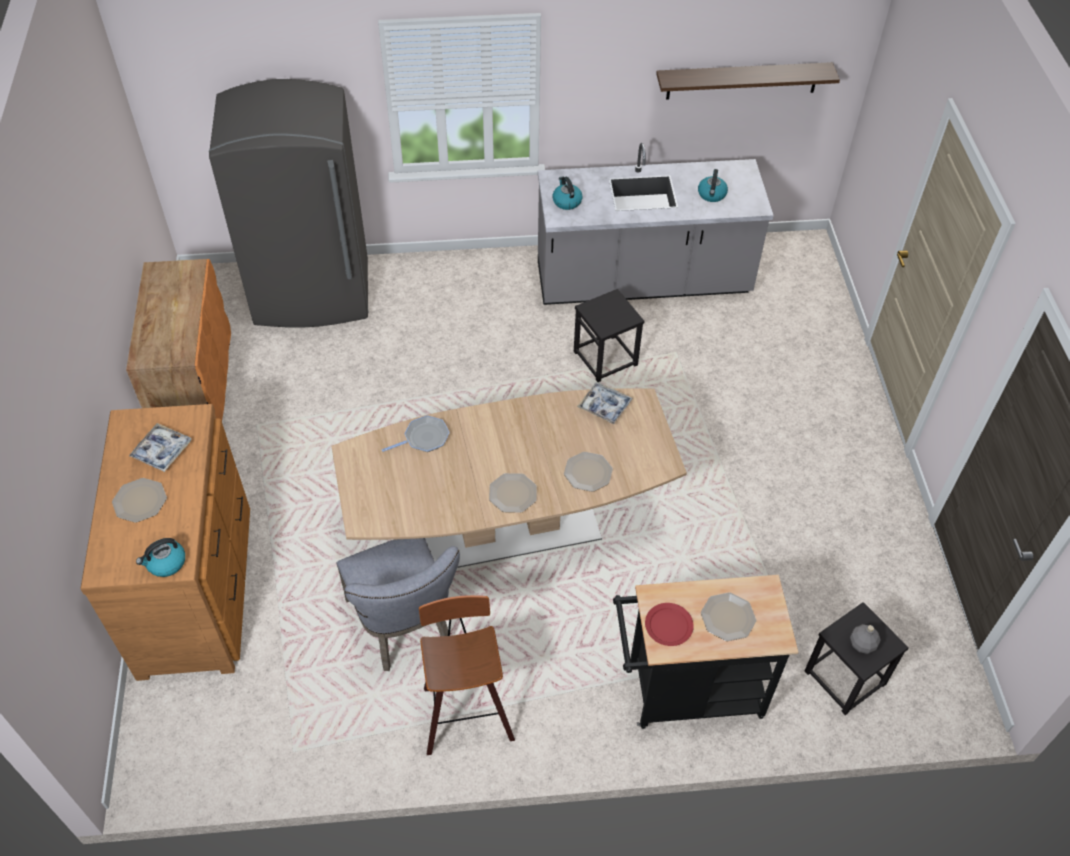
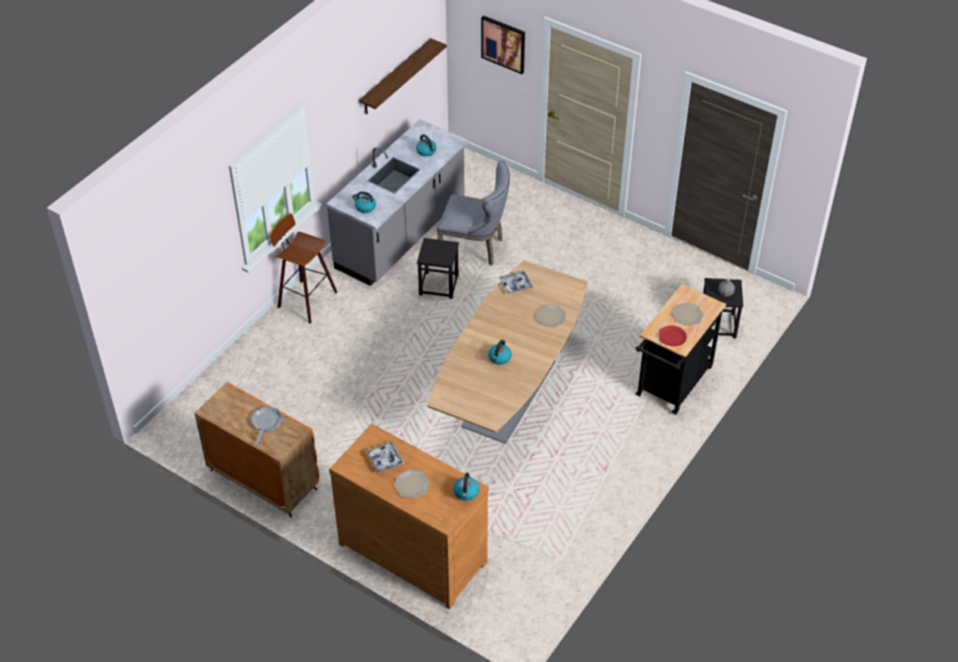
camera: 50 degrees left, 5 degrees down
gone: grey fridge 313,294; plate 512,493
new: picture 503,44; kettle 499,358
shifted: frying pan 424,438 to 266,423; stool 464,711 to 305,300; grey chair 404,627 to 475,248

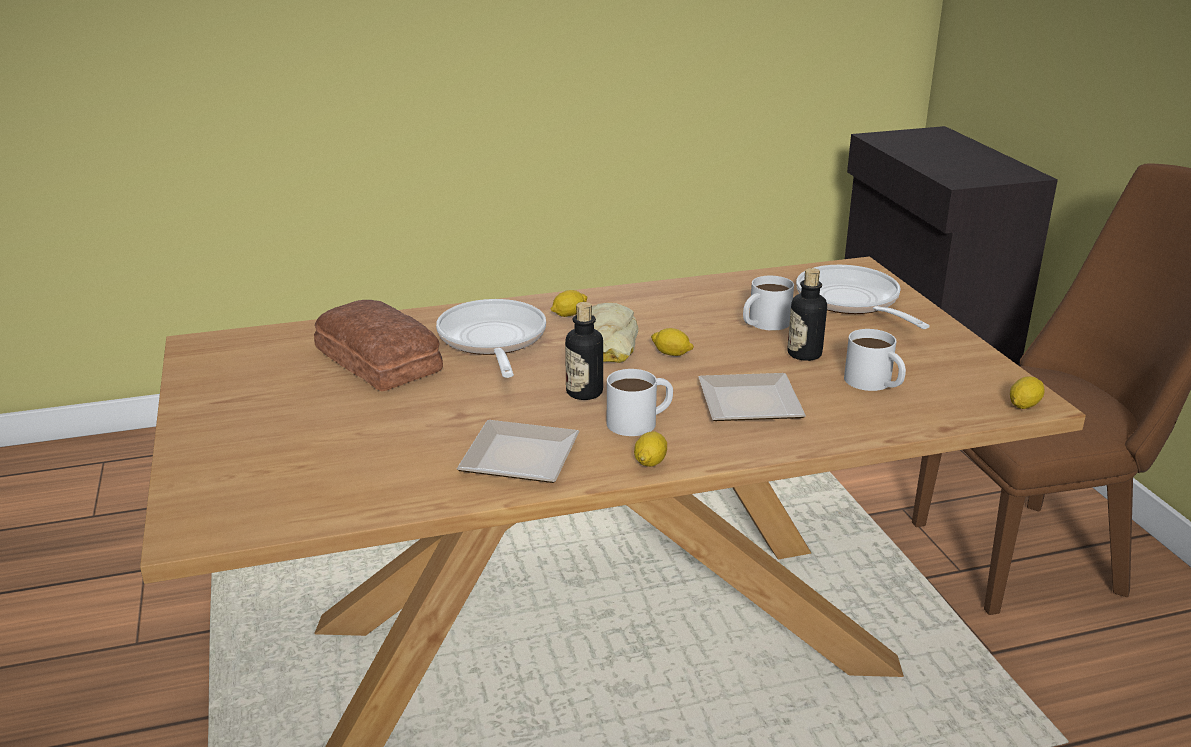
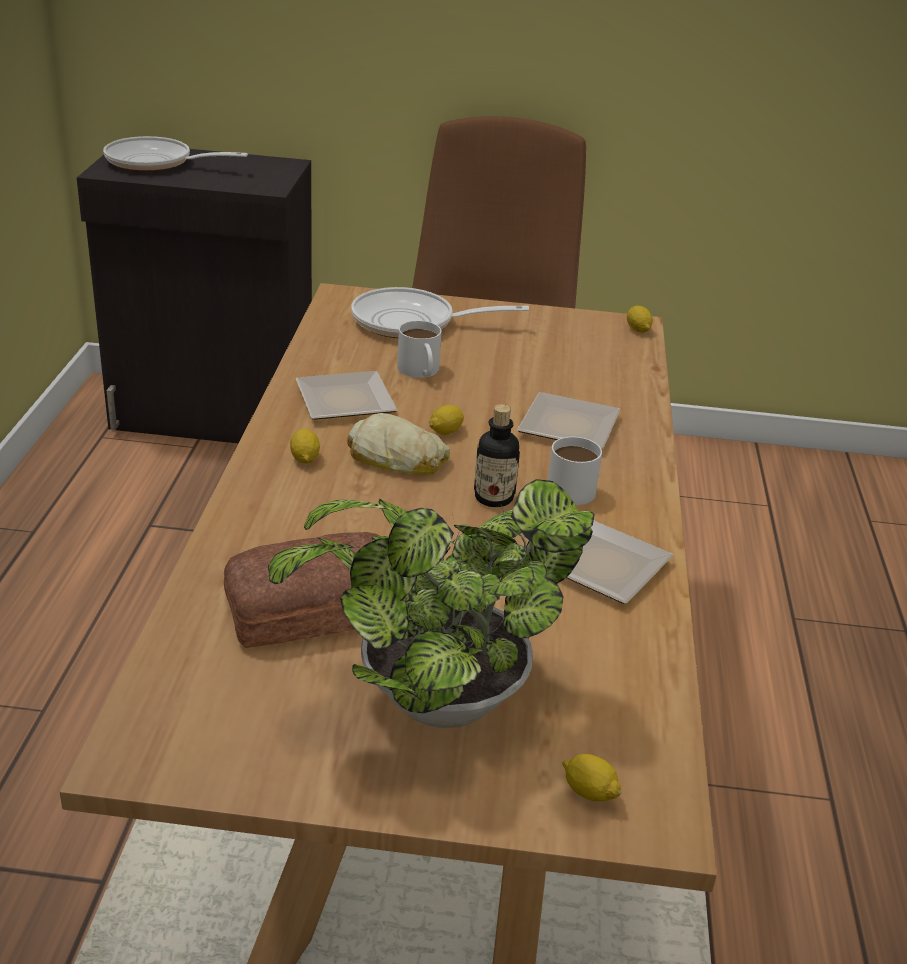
camera: 70 degrees left, 5 degrees up
gone: bottle 804,354; white mug 874,383
new: potted plant 430,702; plate 349,402
shifted: frying pan 492,341 to 156,163; lemon 650,462 to 589,792

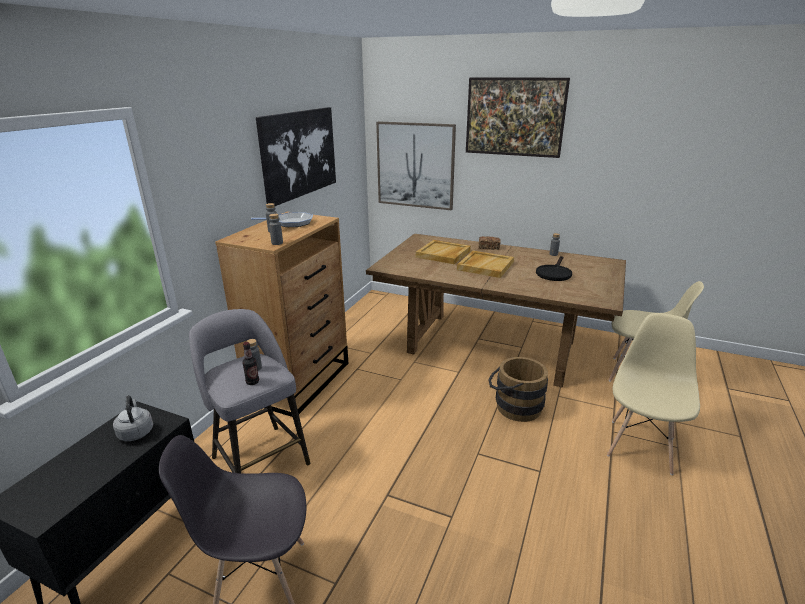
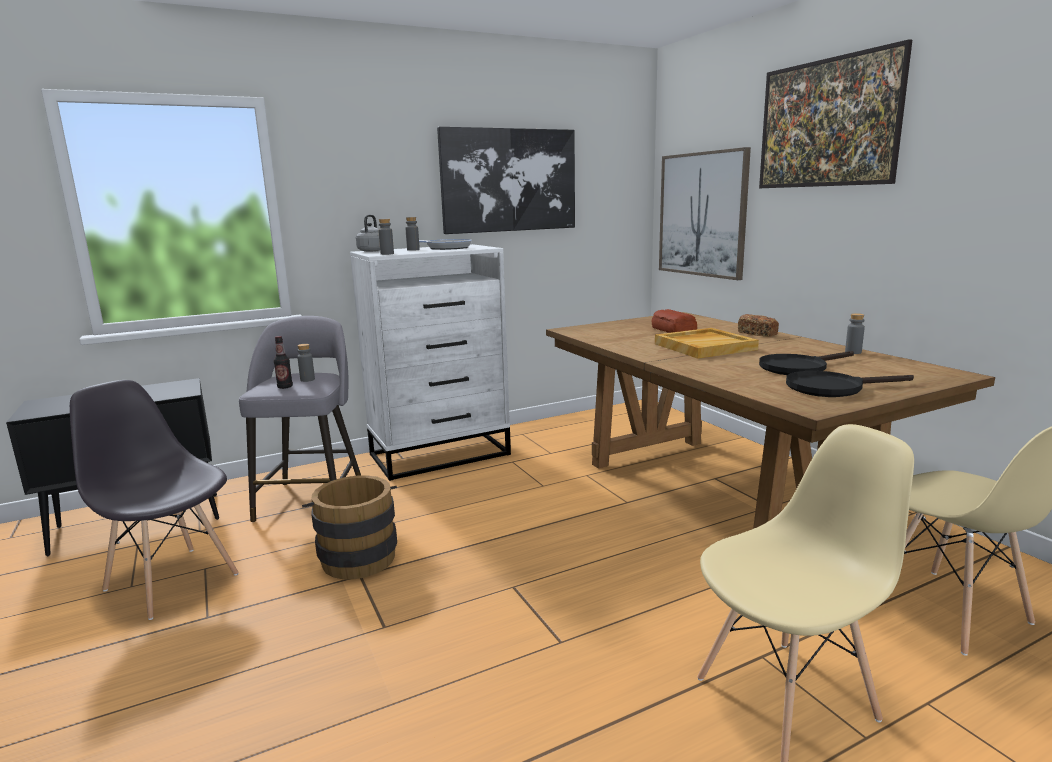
camera: 40 degrees right, 10 degrees down
new: black frying pan 833,388
shifted: brown bucket 514,406 to 357,555; grey kettle 136,432 to 372,251
swapped: beige tray 443,254 to bread 673,330
repainted: brown dresser 300,381 to white dresser 441,454

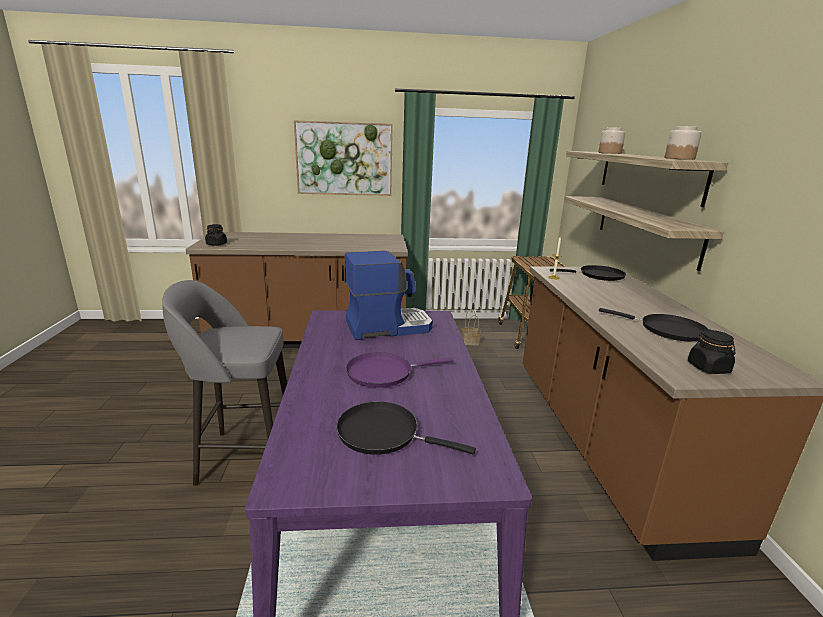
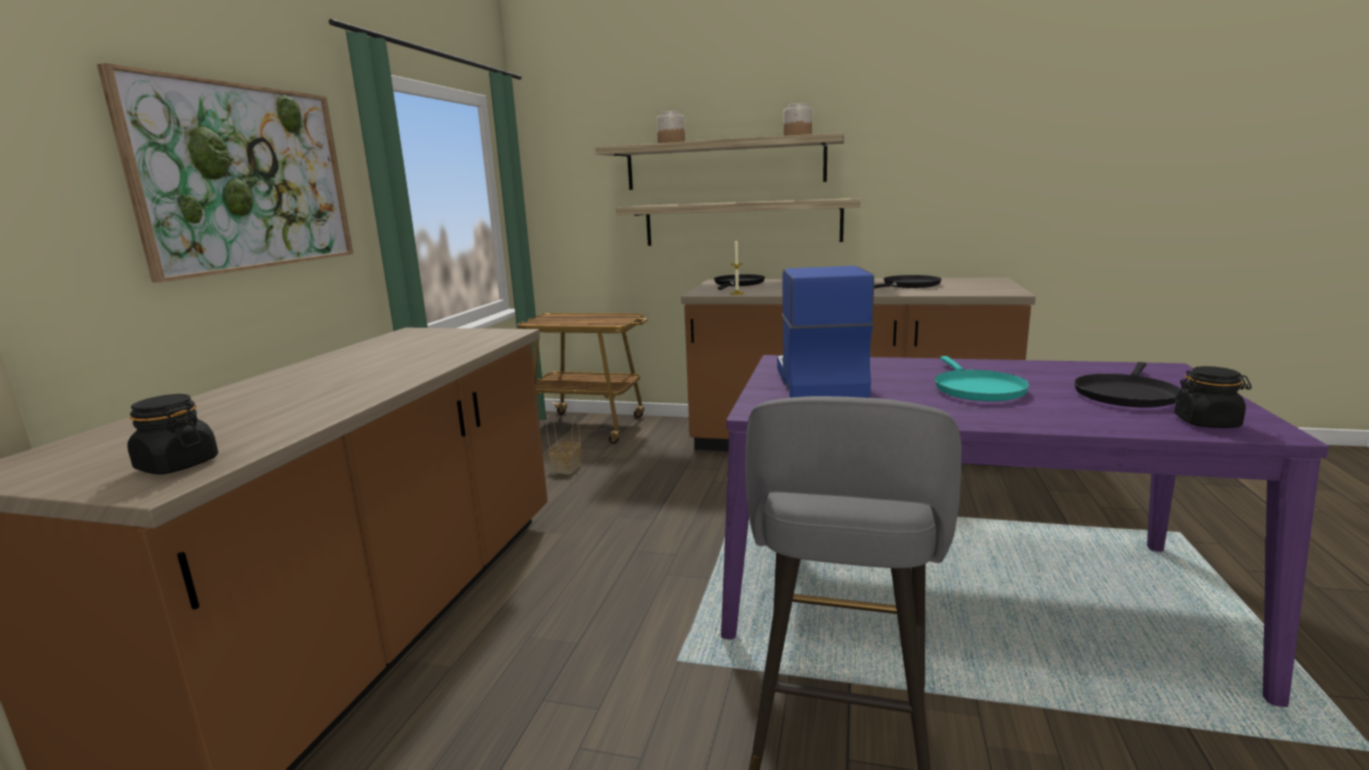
camera: 70 degrees left, 5 degrees down
shifted: black jar 708,368 to 1207,422
repainted: purple frying pan 384,373 to turquoise frying pan 976,389

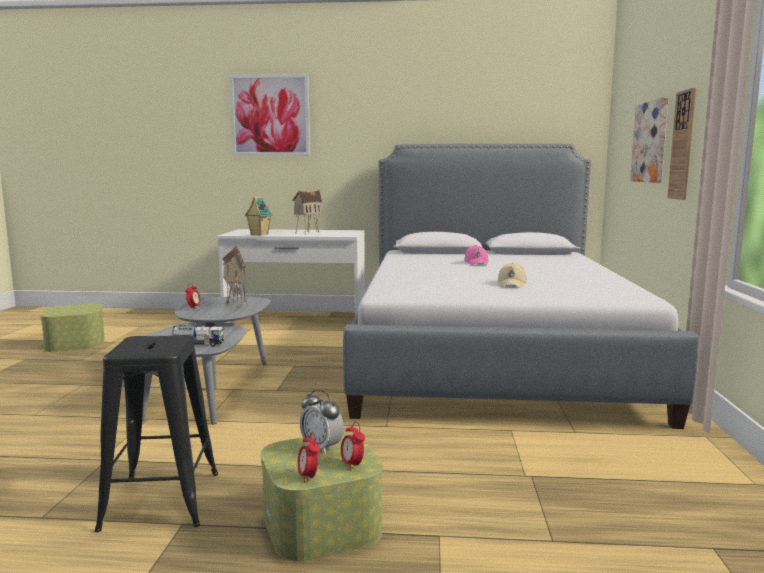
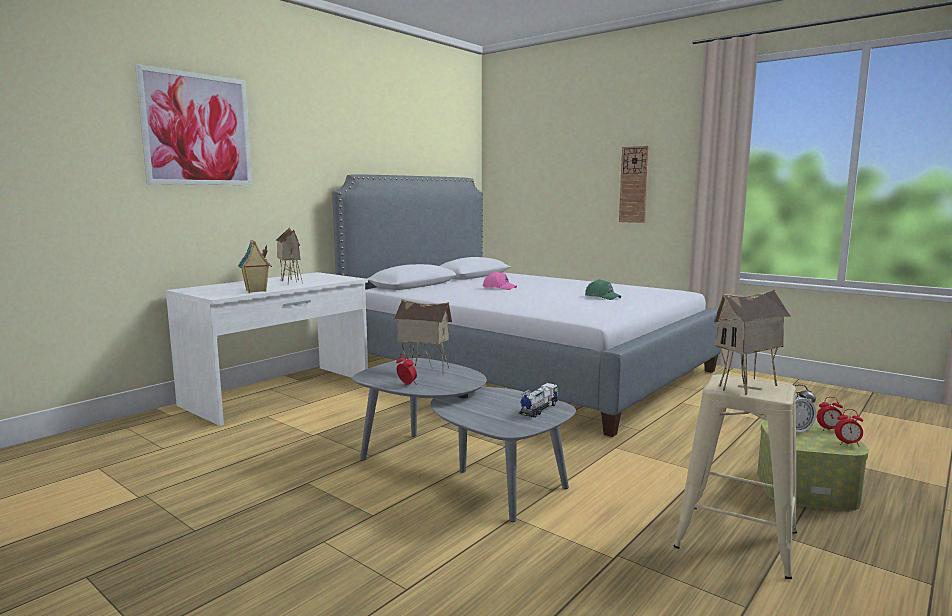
camera: 55 degrees left, 0 degrees up
gone: storage box 75,343; picture 651,142
new: toy house 748,388
repainted: beige cap 512,284 to green cap 602,297; black stool 161,500 to beige stool 736,539

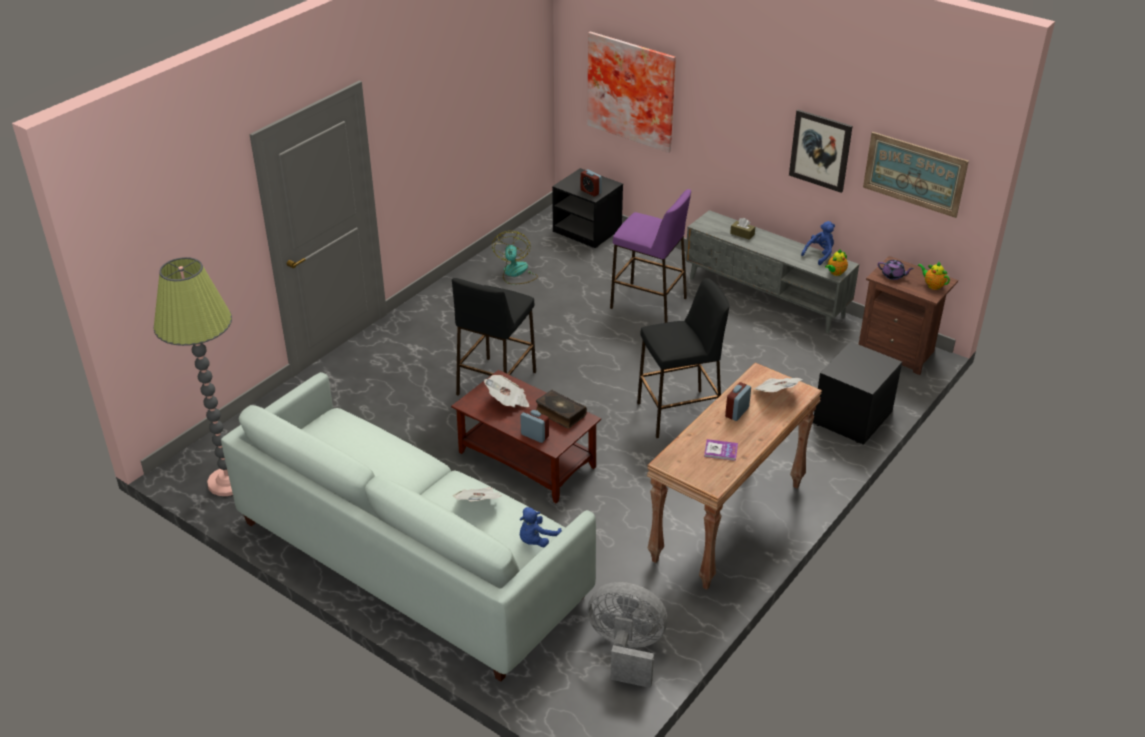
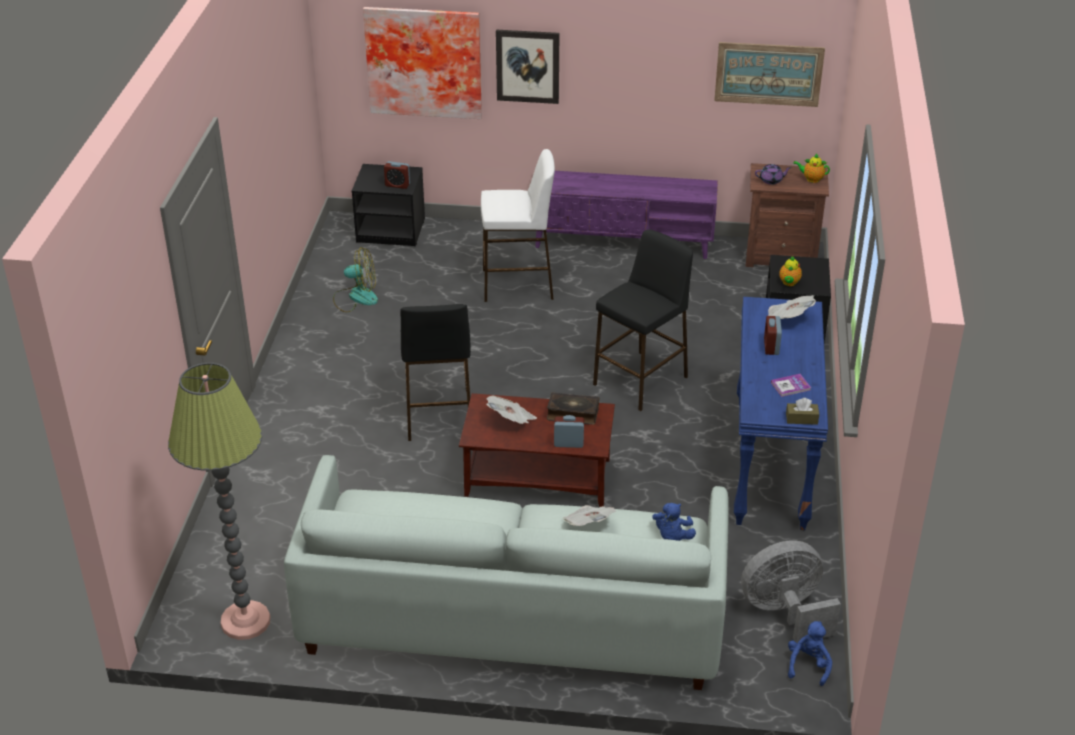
camera: 30 degrees left, 0 degrees up
shifted: picture 820,150 to 527,66; teapot 835,273 to 789,283; brown tissue box 742,234 to 801,419; blue plush toy 819,254 to 808,665
repainted: purple stool 649,303 to white stool 518,284; grey tv stand 766,297 to purple tv stand 623,242; brown console table 728,523 to blue console table 771,464
rotated: fan 515,273 = 356,297 120 degrees clockwise

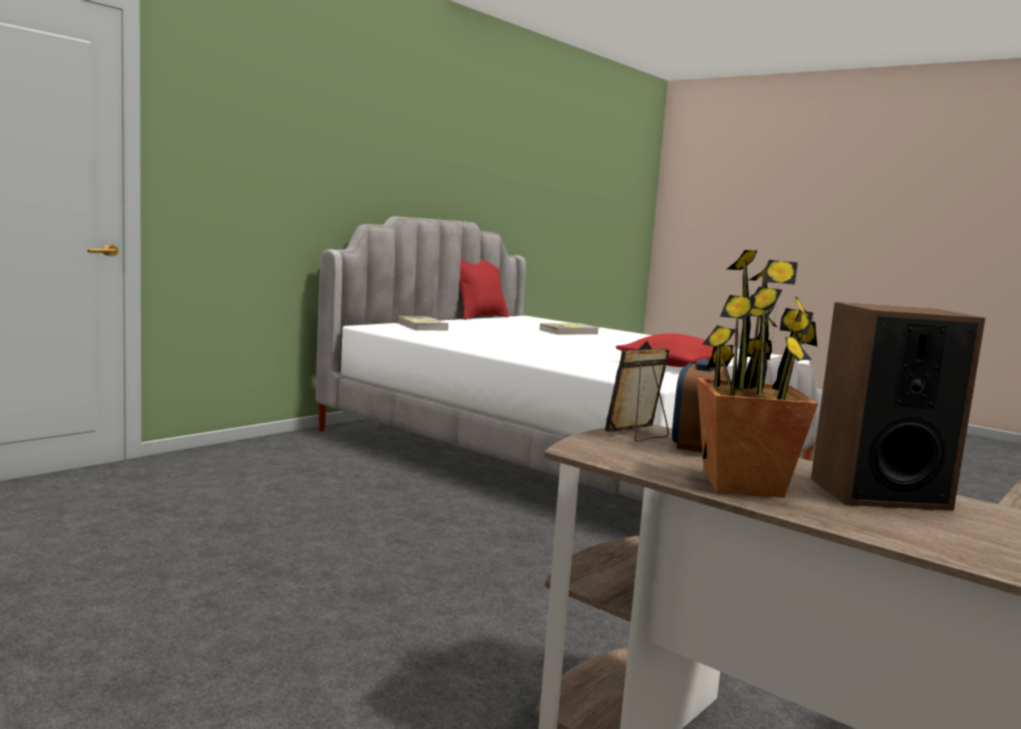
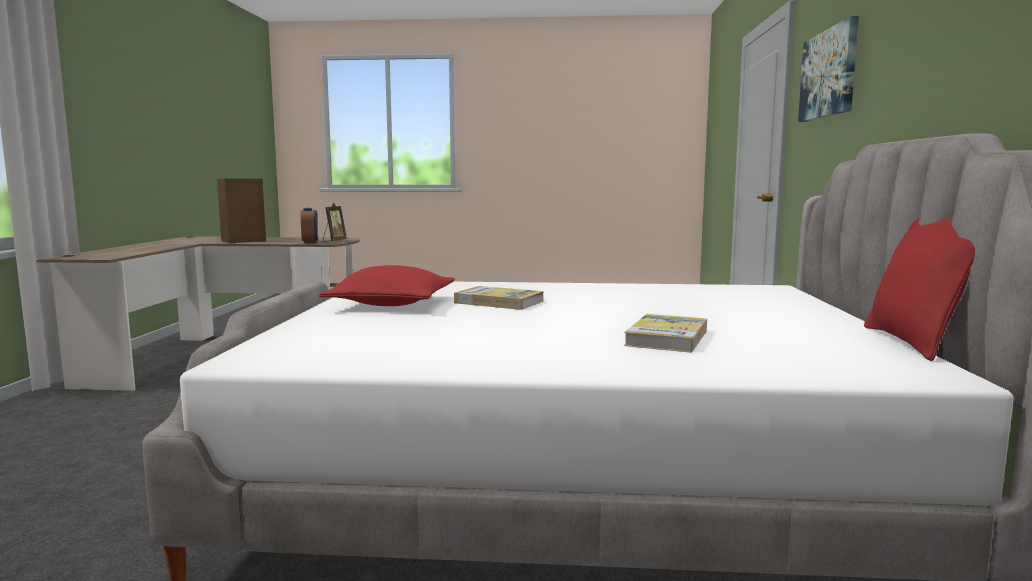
camera: 145 degrees right, 0 degrees up
gone: potted plant 742,484
new: picture 829,74
shifted: book 422,326 to 498,302

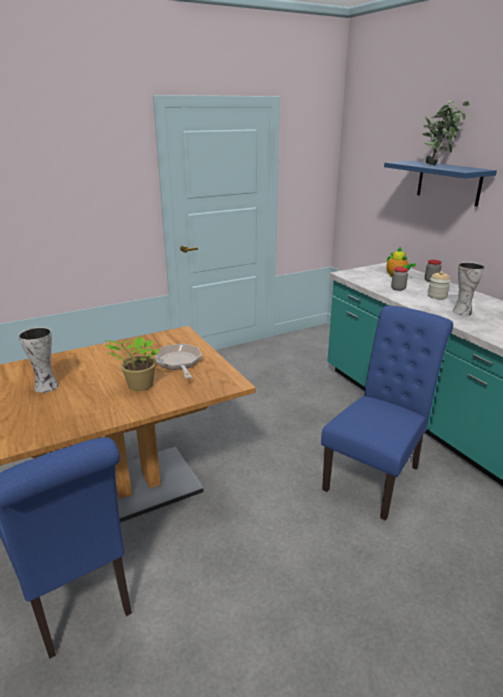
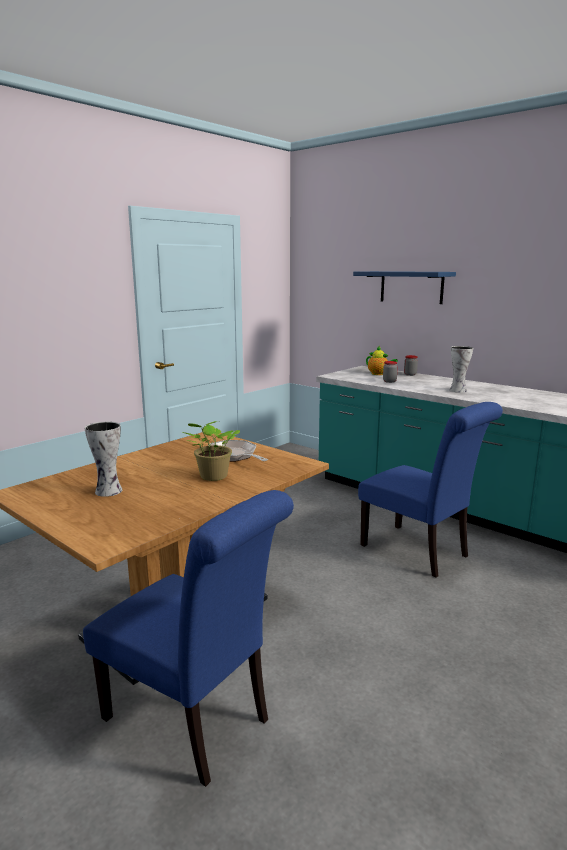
camera: 20 degrees left, 10 degrees down
gone: potted plant 437,165; jar 437,296
rotated: blue chair 376,475 = 420,552 120 degrees clockwise

